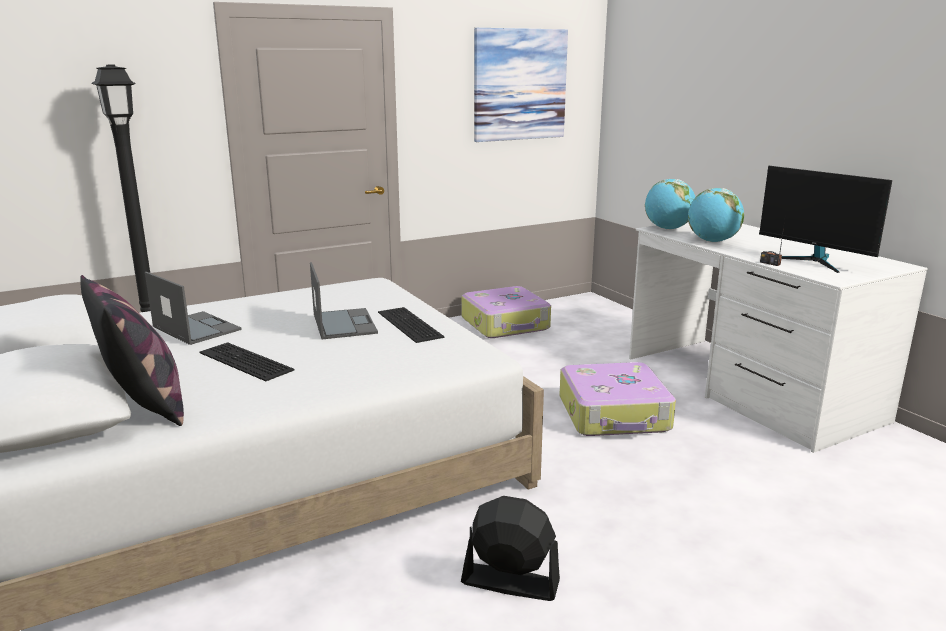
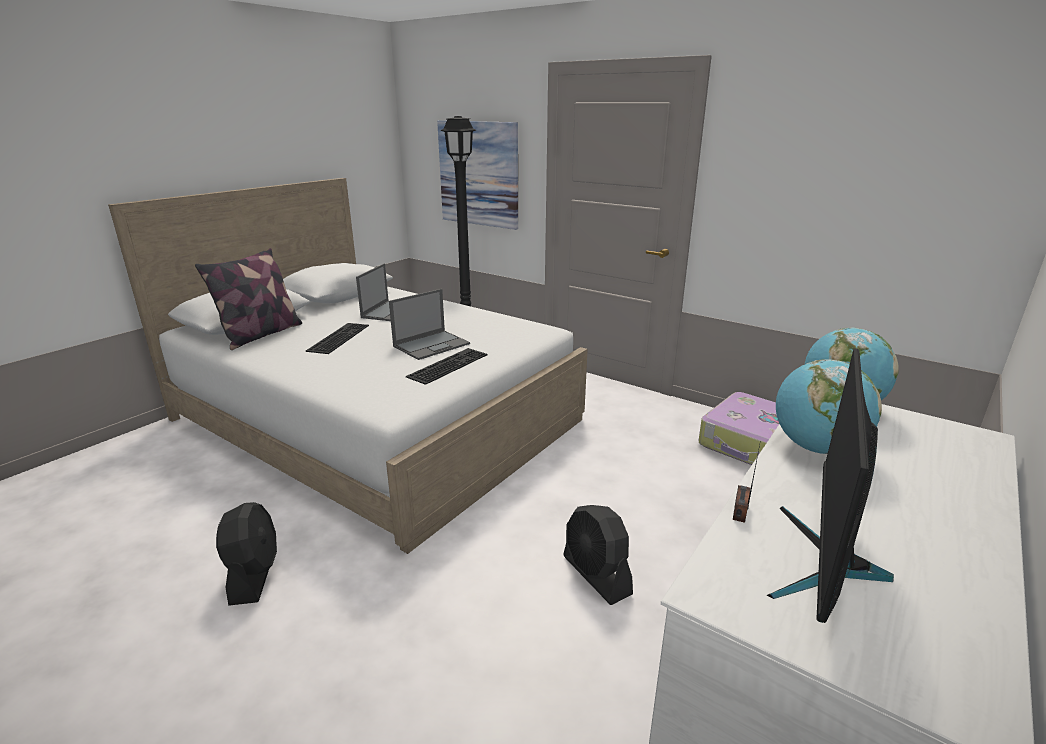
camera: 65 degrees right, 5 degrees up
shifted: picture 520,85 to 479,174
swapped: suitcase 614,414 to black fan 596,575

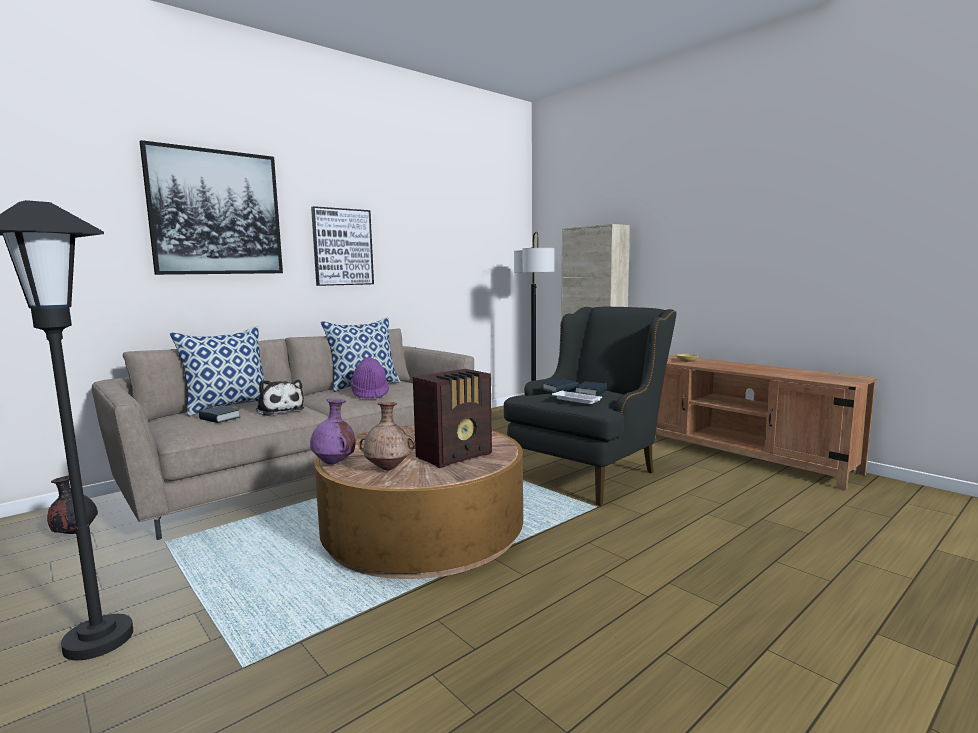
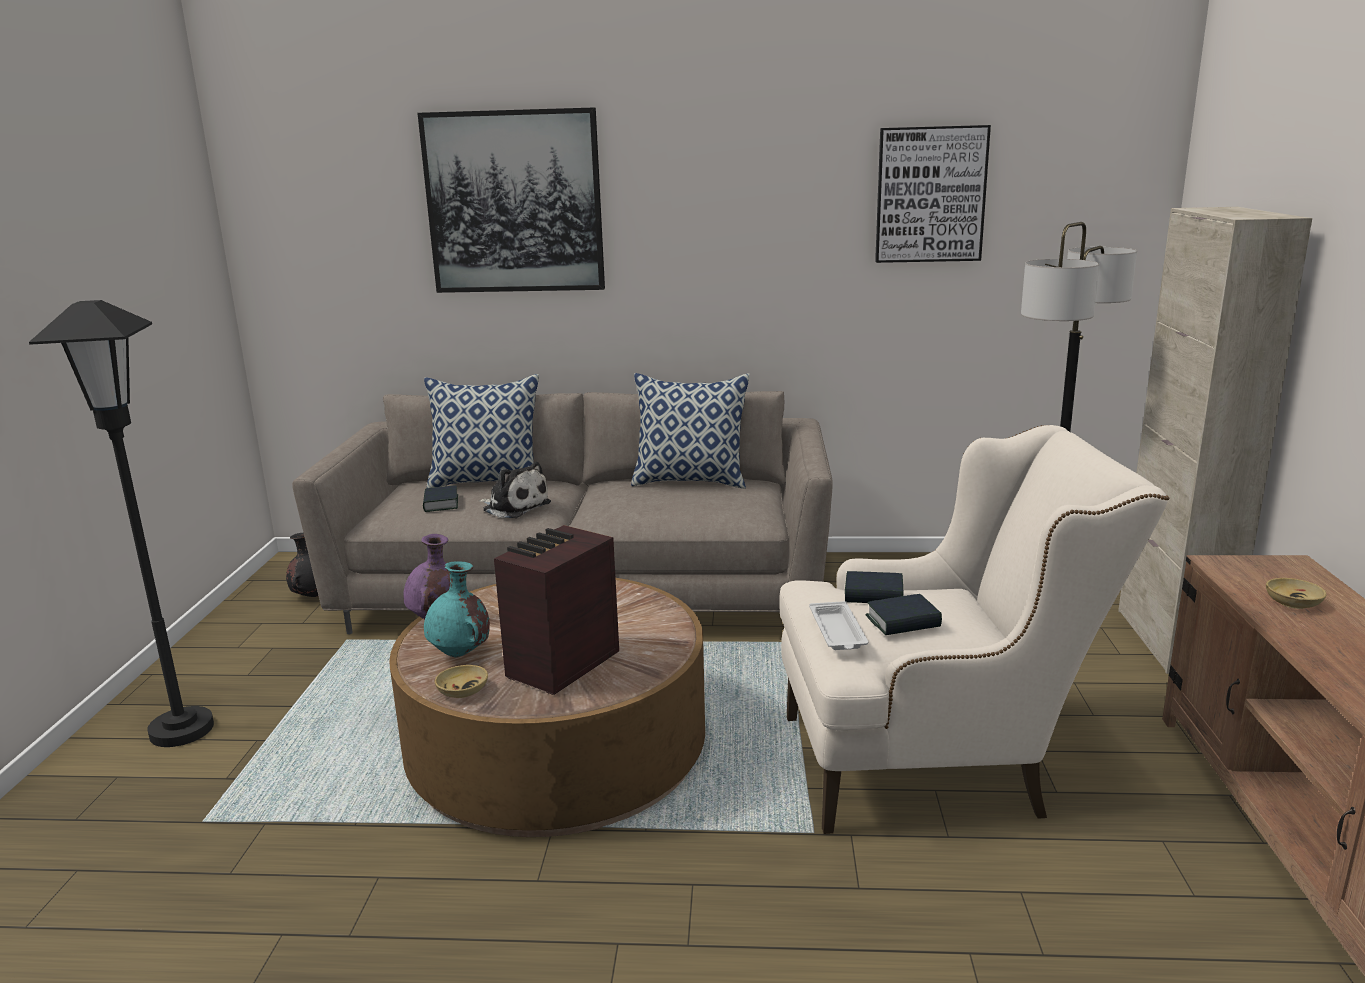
camera: 45 degrees right, 10 degrees up
gone: purple hat 370,394
new: beige bowl 462,691
shifted: picture 342,247 to 930,195
repainted: brown vase 388,468 to turquoise vase 461,654; black armchair 591,471 to beige armchair 936,762
rotated: plush toy 279,410 = 514,507 60 degrees counterclockwise; radio 456,456 = 560,665 120 degrees clockwise

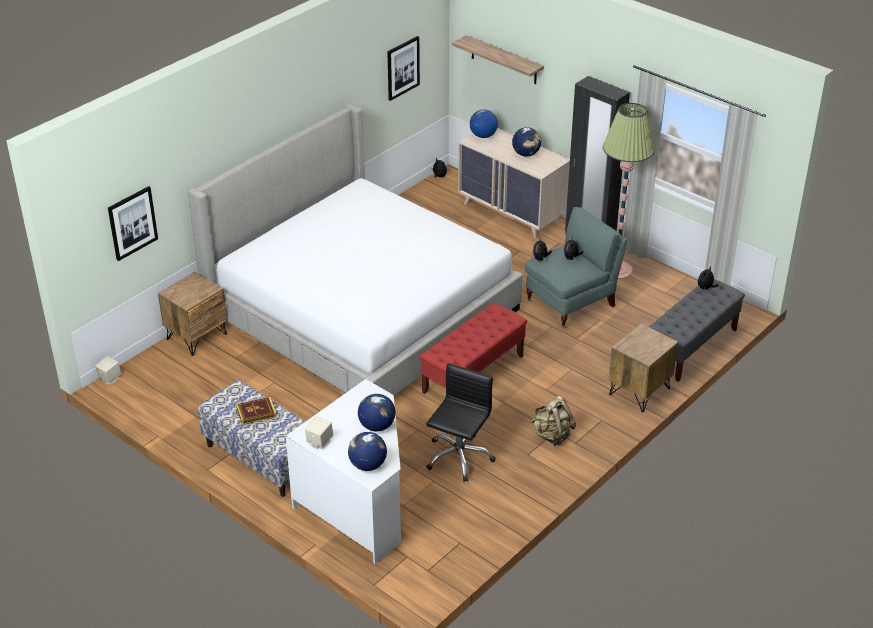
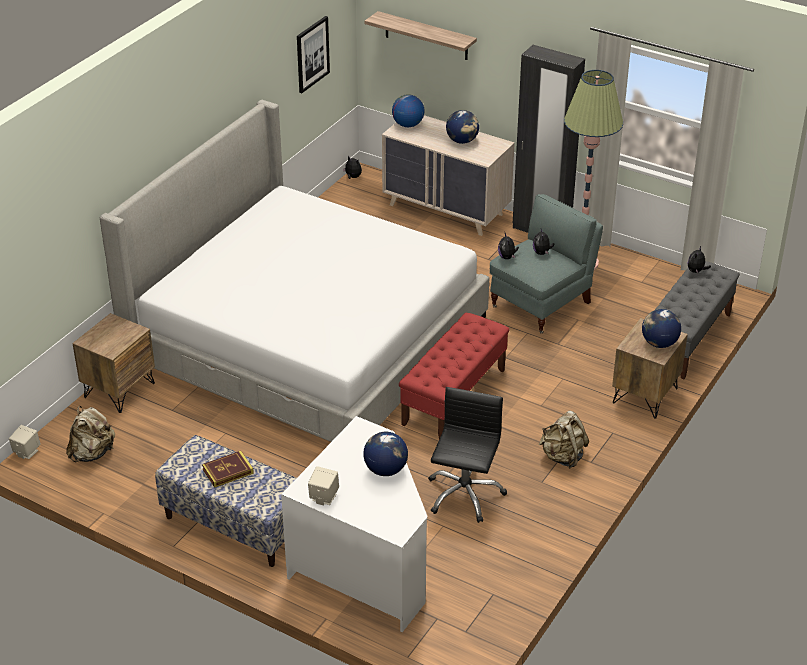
camera: 10 degrees left, 0 degrees up
gone: picture 132,223
new: beige backpack 92,453
shifted: globe 367,465 to 659,343

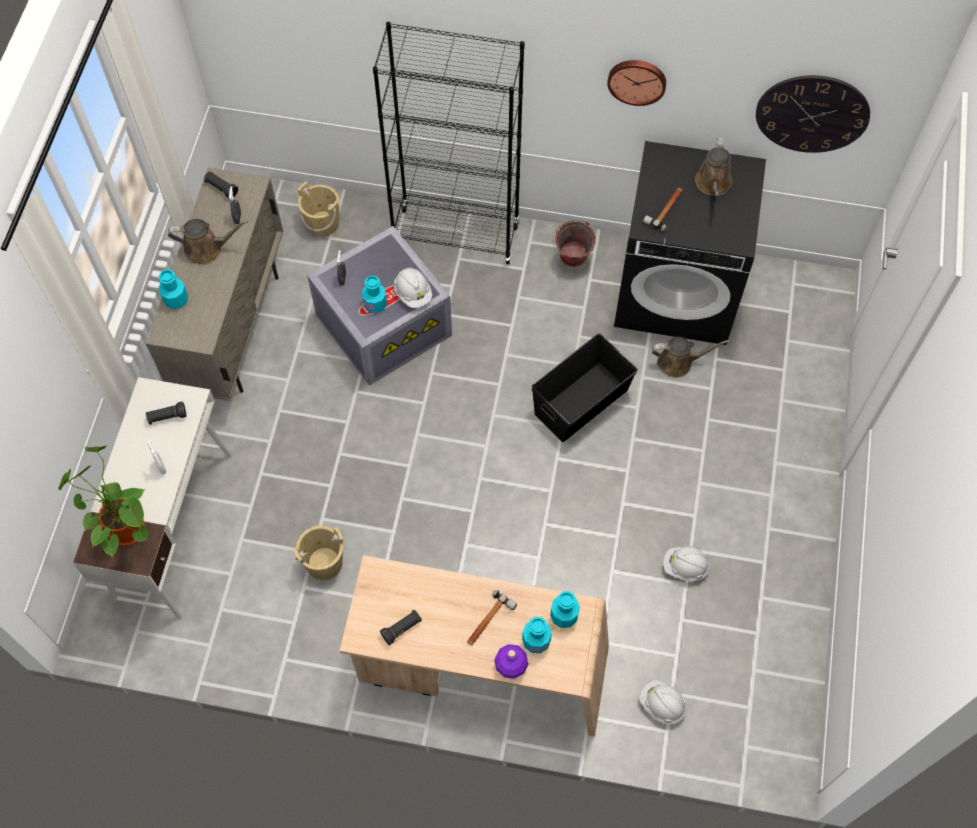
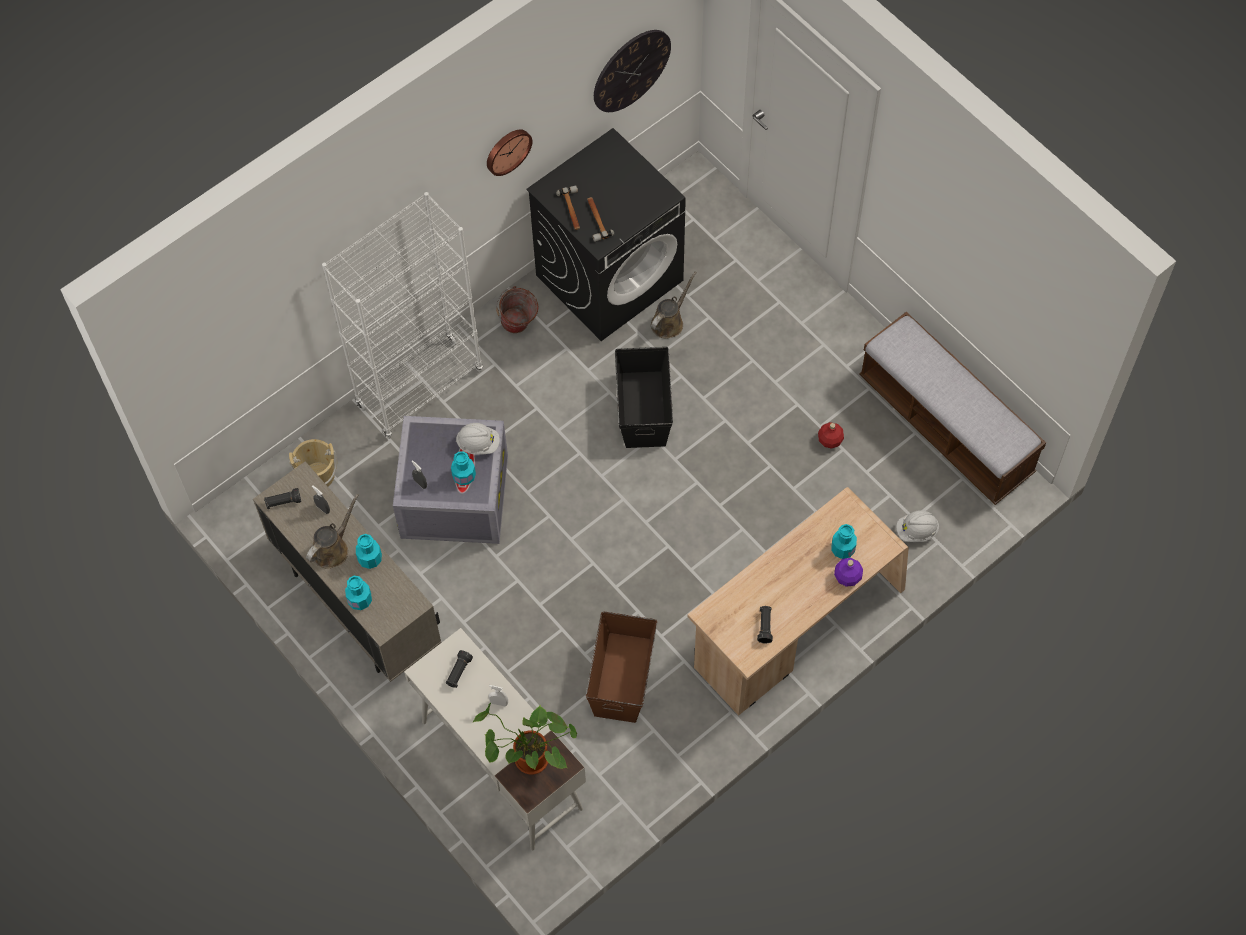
camera: 50 degrees left, 0 degrees up
gone: brown watering can 713,184
new: bench 945,426
shifted: turquoise bottle 564,615 to 370,558; hammer 488,621 to 572,210
swapped: beige bucket 324,563 to brown storage box 623,676; white hard hat 685,567 to red bottle 830,440
repainted: black bookcase 456,235 to white bookcase 420,388

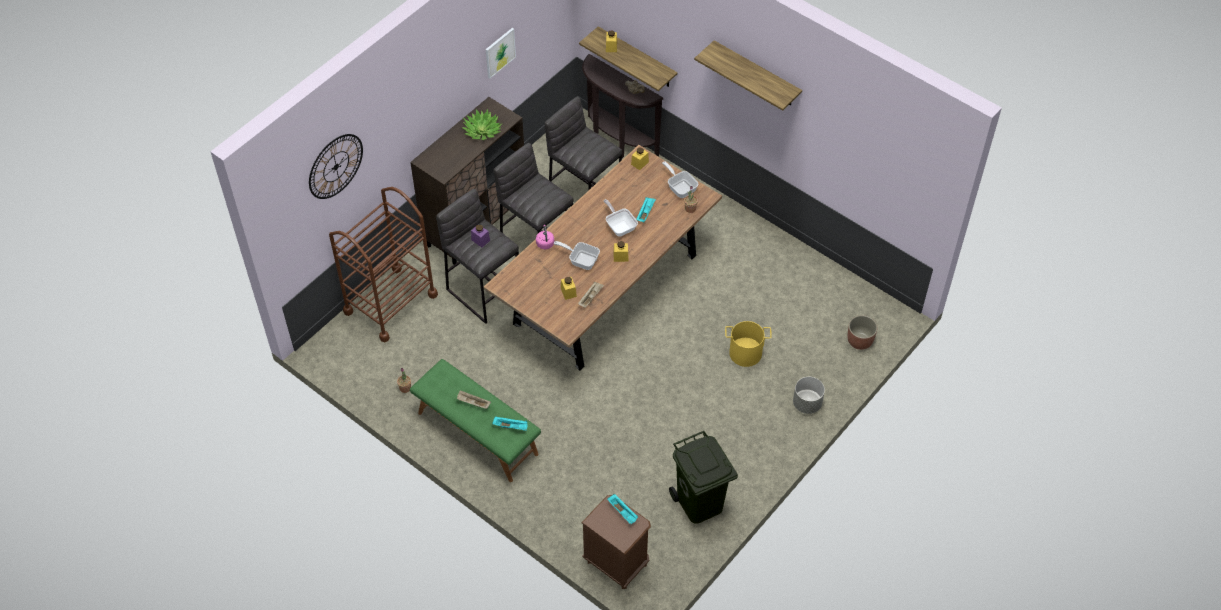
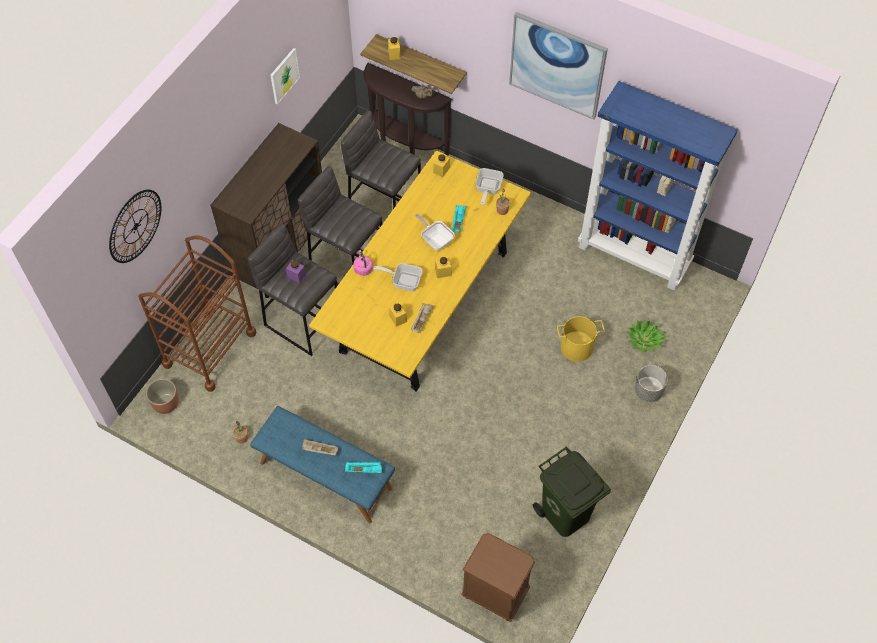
camera: 10 degrees left, 5 degrees up
gone: turquoise tray 623,512
new: blue bookcase 634,256
shifted: planter 859,341 to 165,403; potted plant 482,131 to 644,340
swapped: shelf 756,74 to picture 557,65
repainted: green bench 477,434 to blue bench 325,476; brown dining table 605,289 to yellow dining table 424,301
rotated: frying pan 680,187 = 487,189 120 degrees counterclockwise

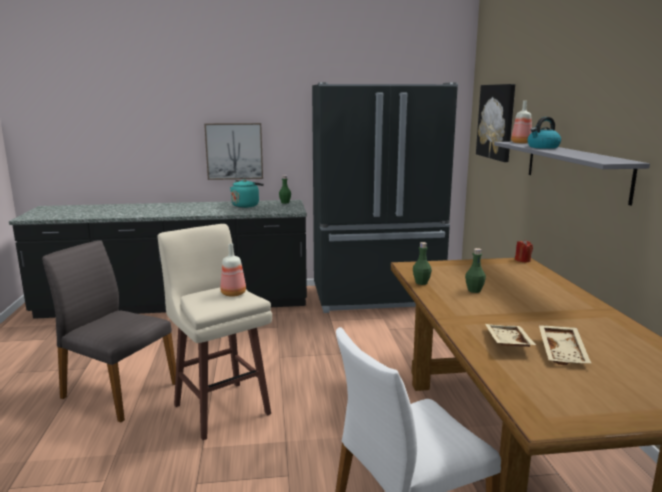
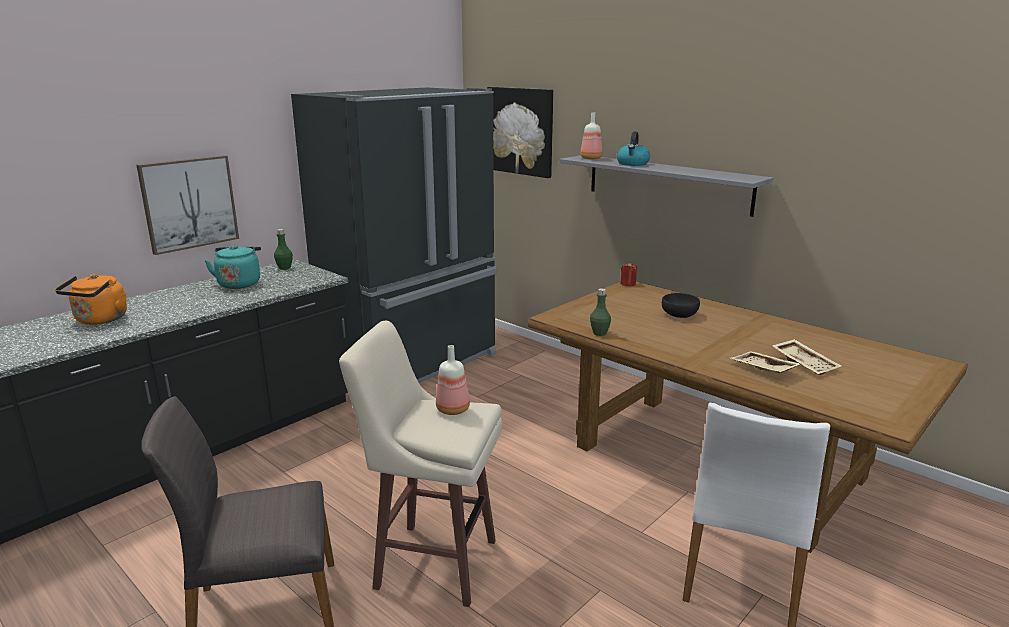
camera: 40 degrees left, 5 degrees up
gone: green bottle 474,290
new: orange kettle 99,320; black bowl 679,314

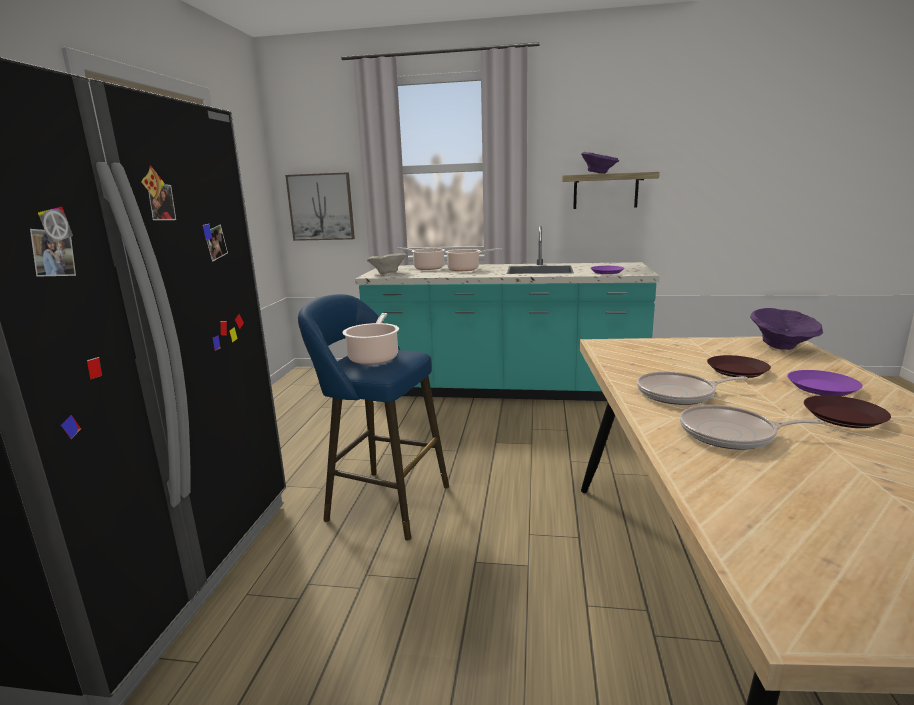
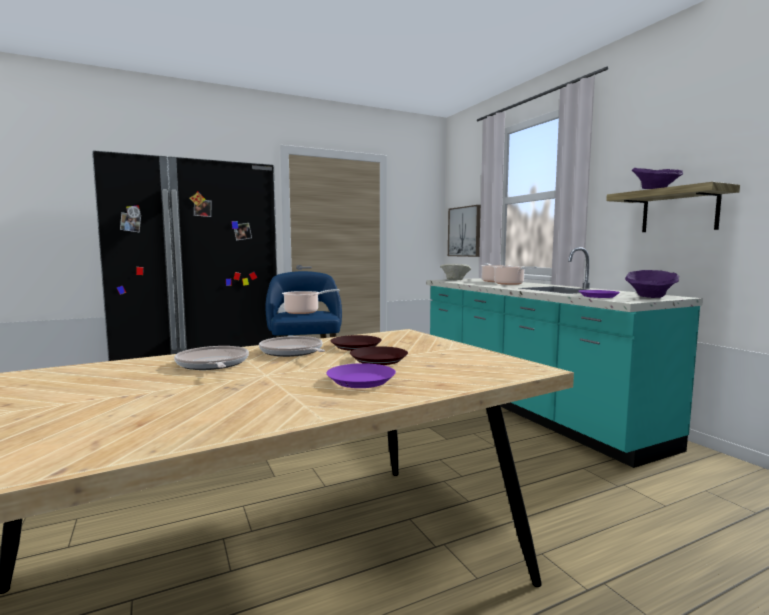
camera: 55 degrees right, 10 degrees down
shifted: brown plate 844,417 to 355,346; purple bowl 781,347 to 651,297

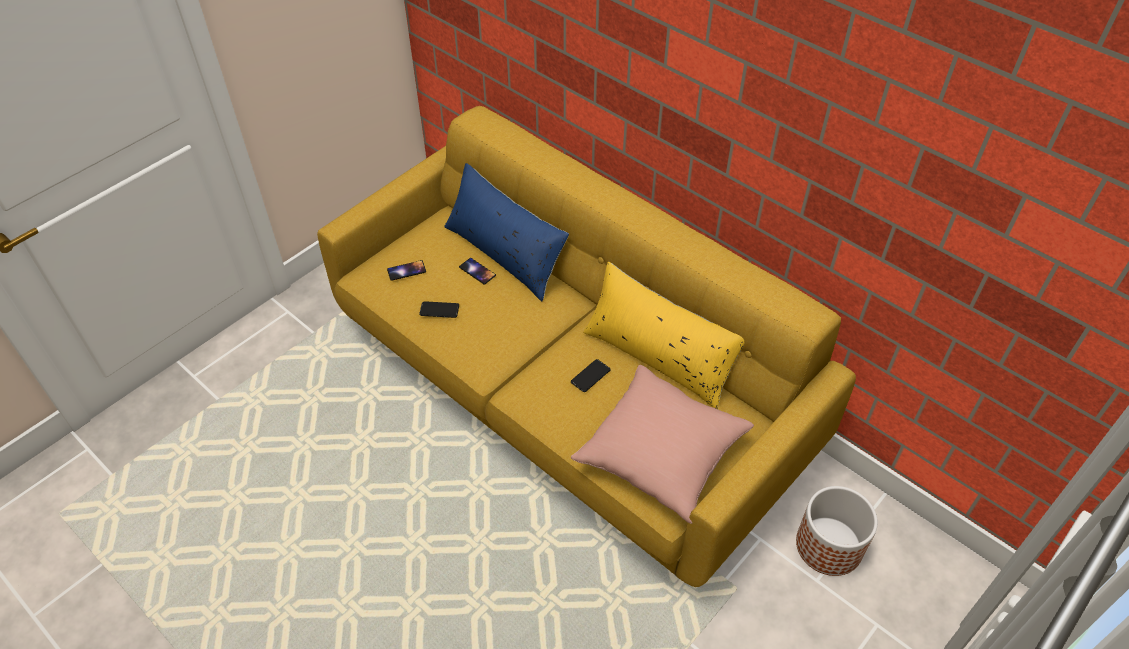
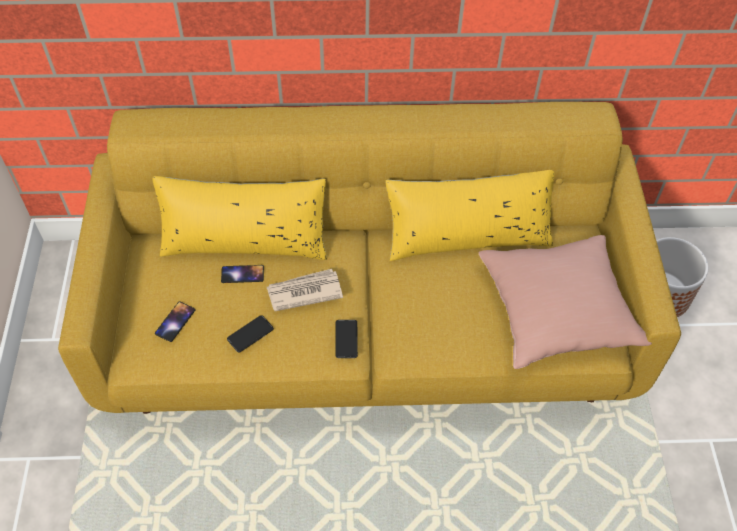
camera: 45 degrees left, 5 degrees up
new: newspaper 304,292
shifted: phone 590,376 to 346,339
repainted: blue pillow 505,253 to yellow pillow 245,241

